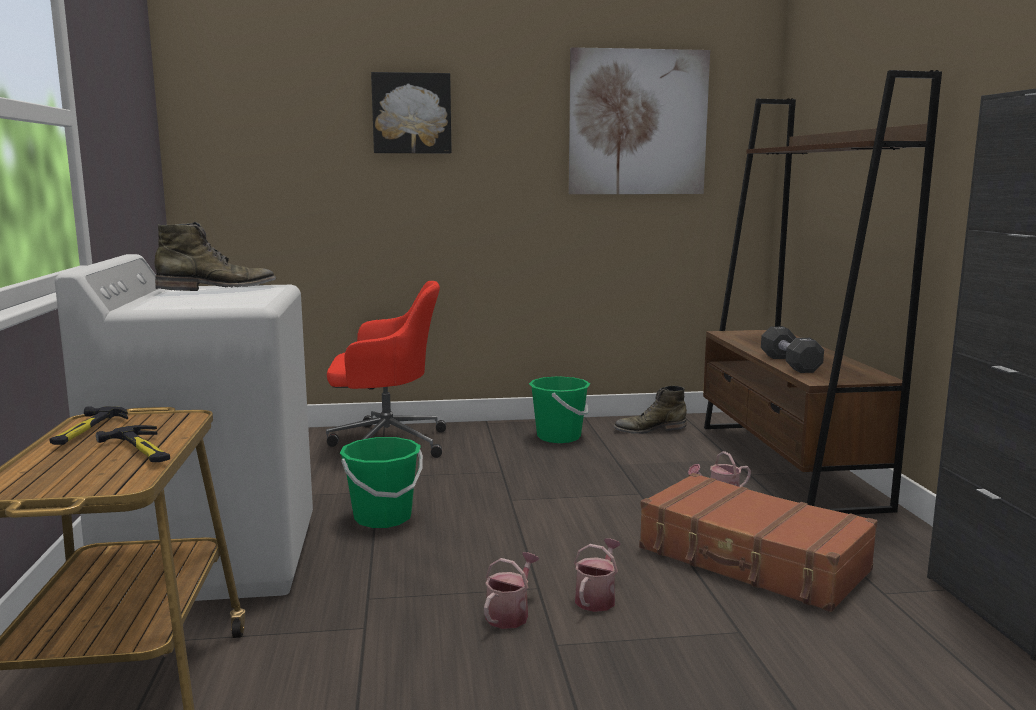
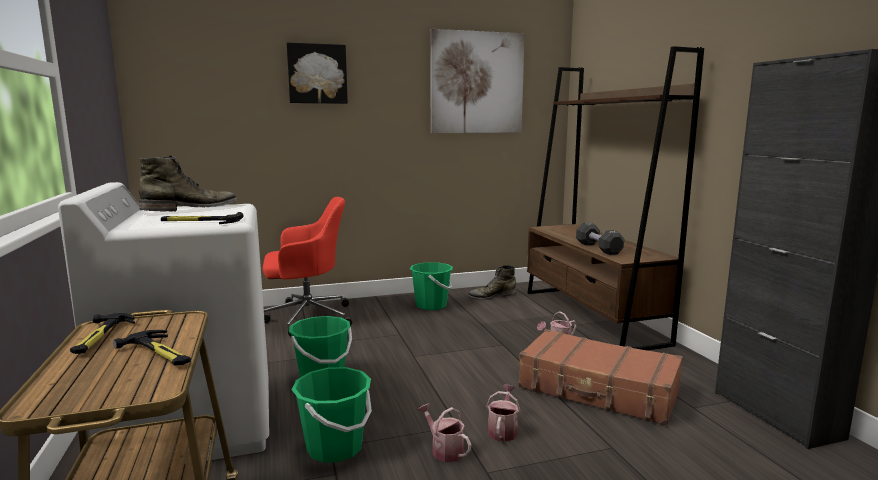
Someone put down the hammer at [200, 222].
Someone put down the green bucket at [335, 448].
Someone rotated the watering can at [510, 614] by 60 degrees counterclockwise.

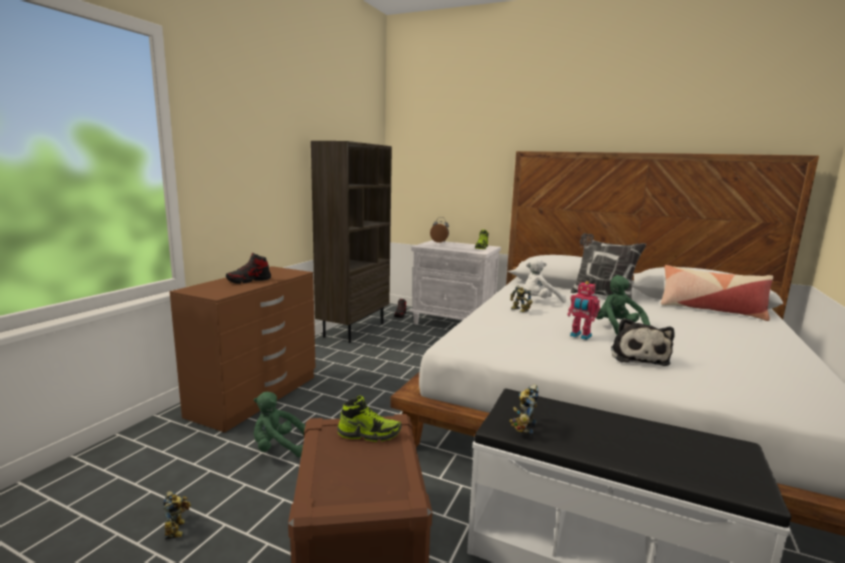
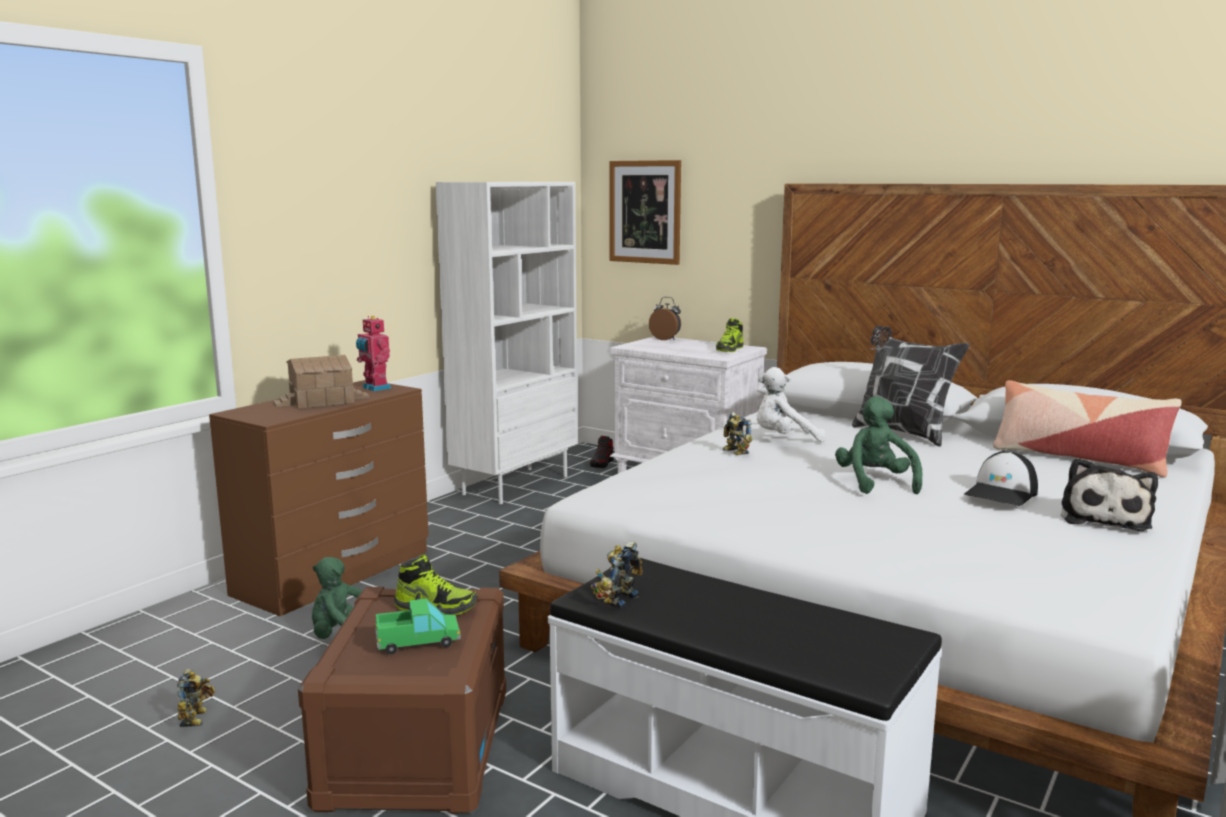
Someone swapped the shoe at [249, 280] for the toy house at [322, 401].
Someone carried the toy robot from [580, 336] to [375, 388].
Someone put down the toy truck at [418, 641].
Someone repainted the brown bookcase at [354, 329], which became the white bookcase at [515, 484].
Someone put up the picture at [645, 212].
Someone put down the cap at [1002, 493].
Someone carried the plush toy from [638, 356] to [1104, 518].

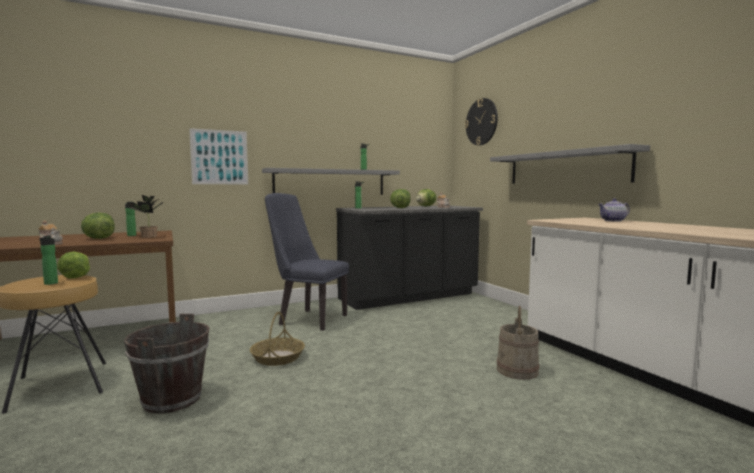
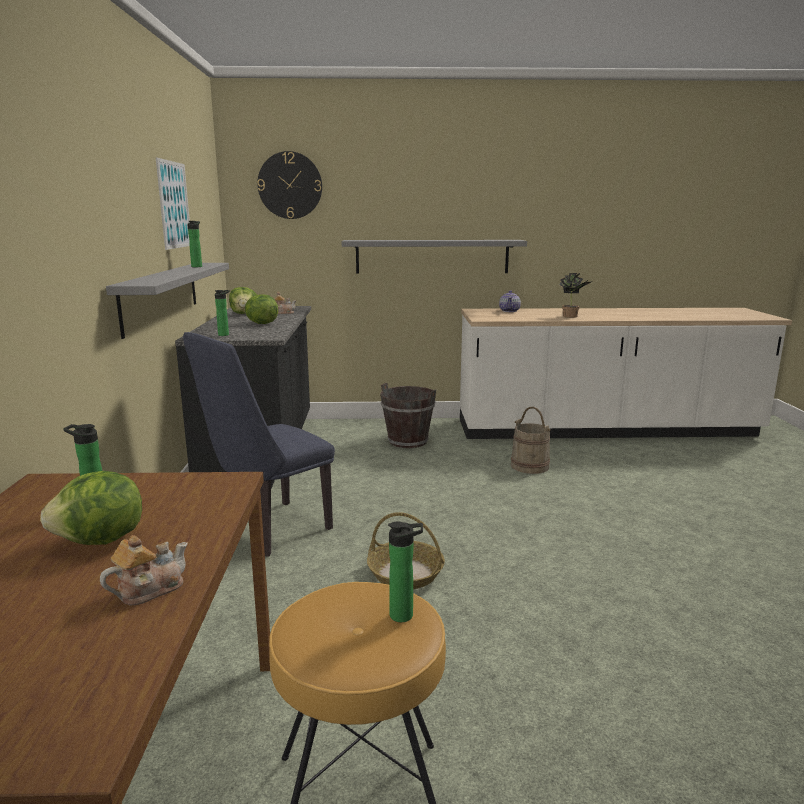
Someone carried the picture from [219, 157] to [174, 205].
Someone carried the brown bucket from [172, 400] to [408, 441].
Someone carried the potted plant from [147, 237] to [572, 316].
Someone took away the lettuce at [76, 276].

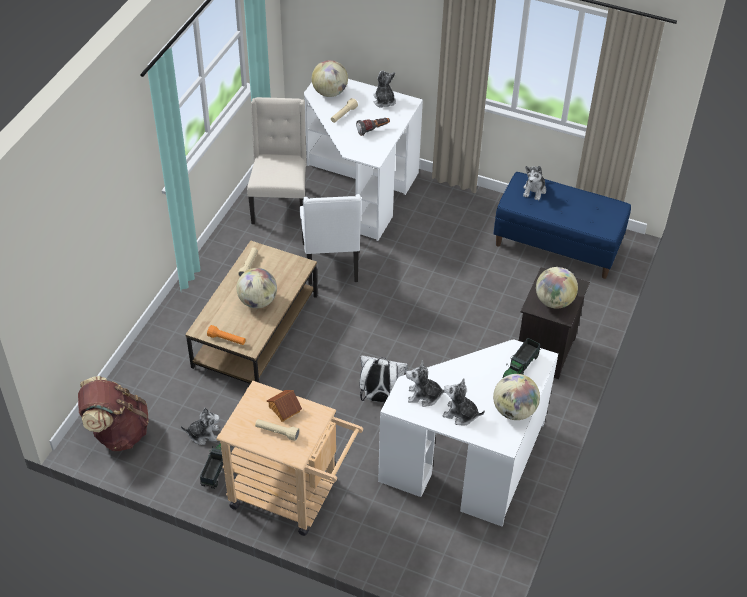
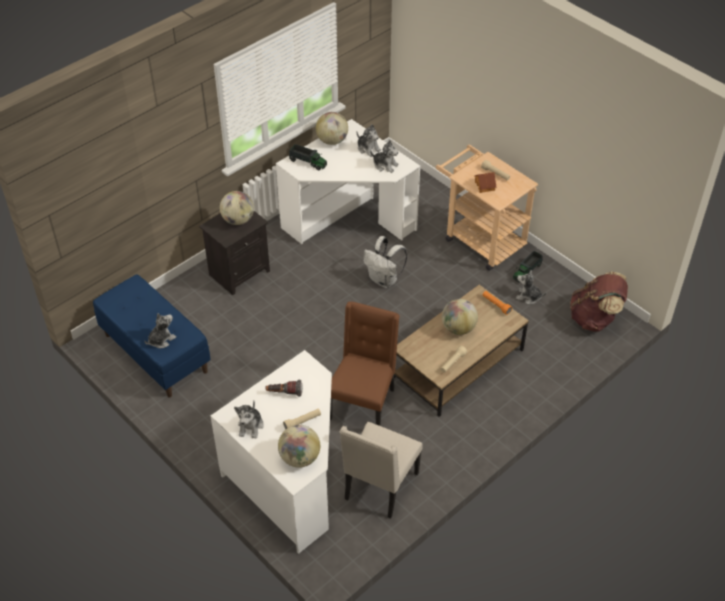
Someone rotated the toy truck at [520, 367] by 60 degrees clockwise.
Someone repainted the white chair at [331, 263], which became the brown chair at [363, 403].

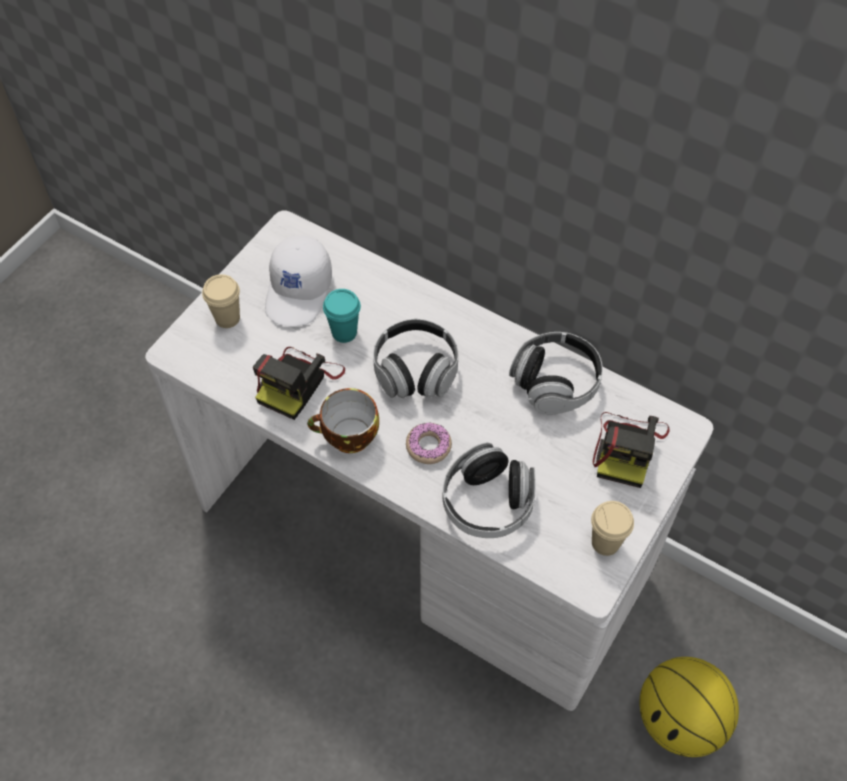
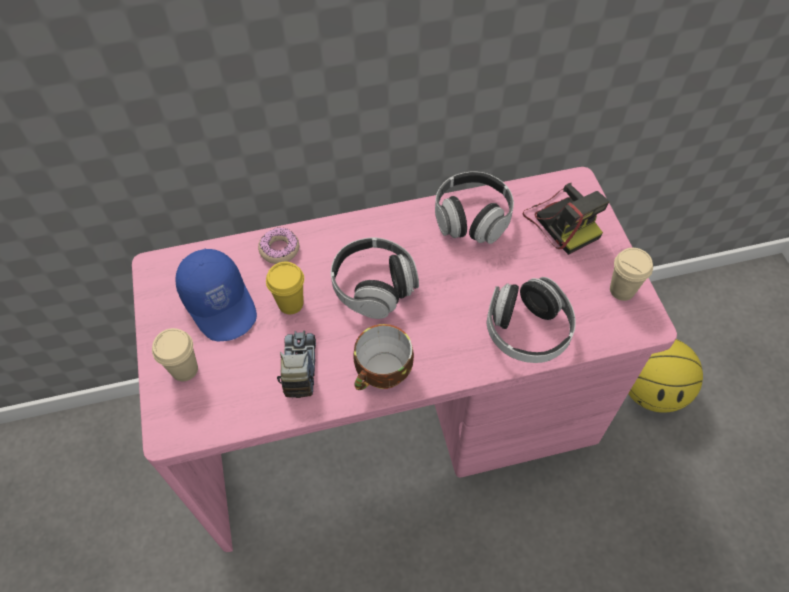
Someone repainted the white desk at [424, 533], which became the pink desk at [396, 421].
Someone repainted the white cap at [299, 292], which became the blue cap at [221, 303].
Someone carried the donut from [428, 446] to [279, 249].
Someone repainted the turquoise cup at [344, 332], which became the yellow cup at [291, 304].
Someone swapped the photo camera at [298, 382] for the toy truck at [299, 368].

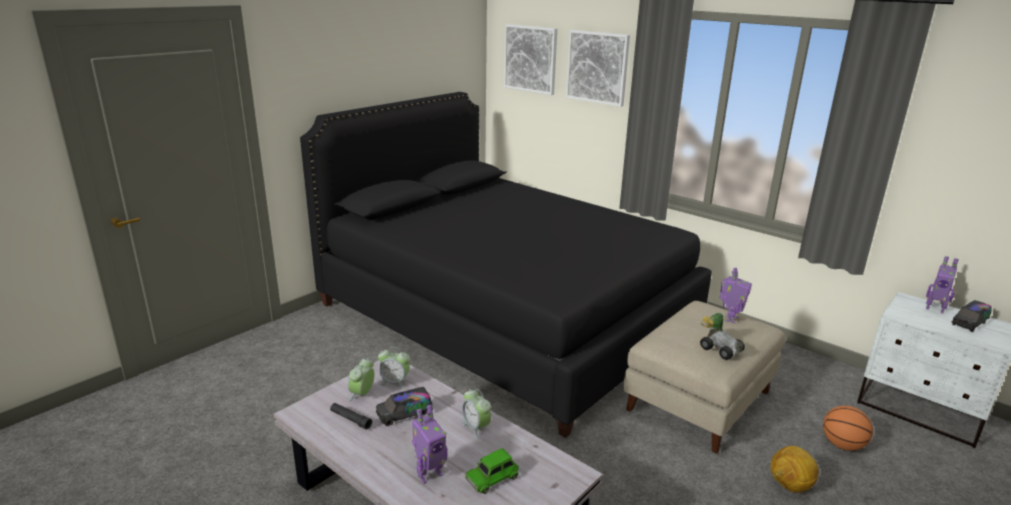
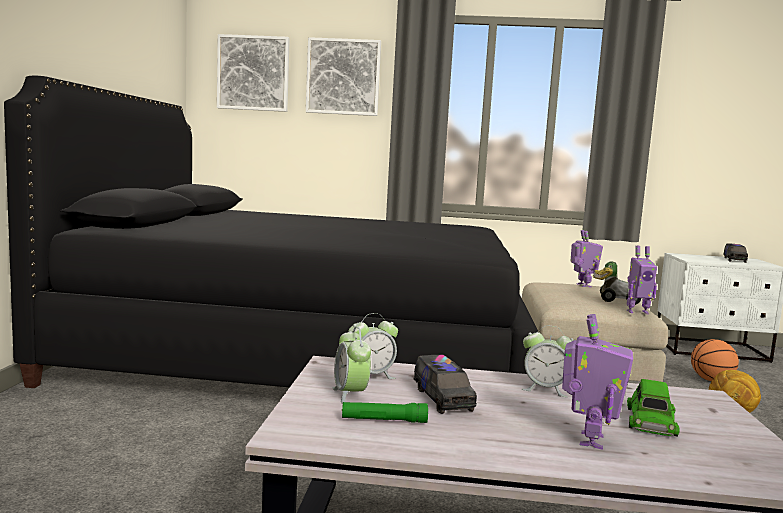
Someone repainted the black flashlight at [350, 419], which became the green flashlight at [384, 420].
Someone rotated the toy truck at [404, 414] by 45 degrees counterclockwise.
Someone carried the toy robot from [935, 309] to [637, 312].

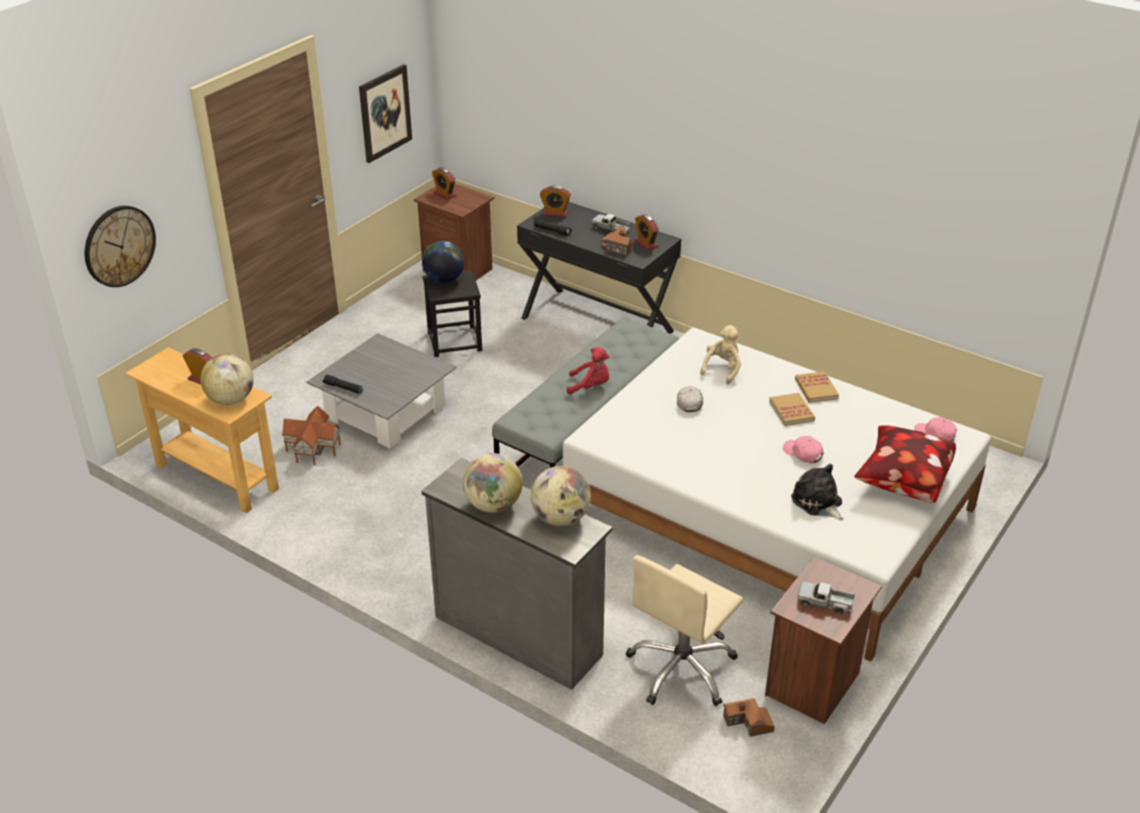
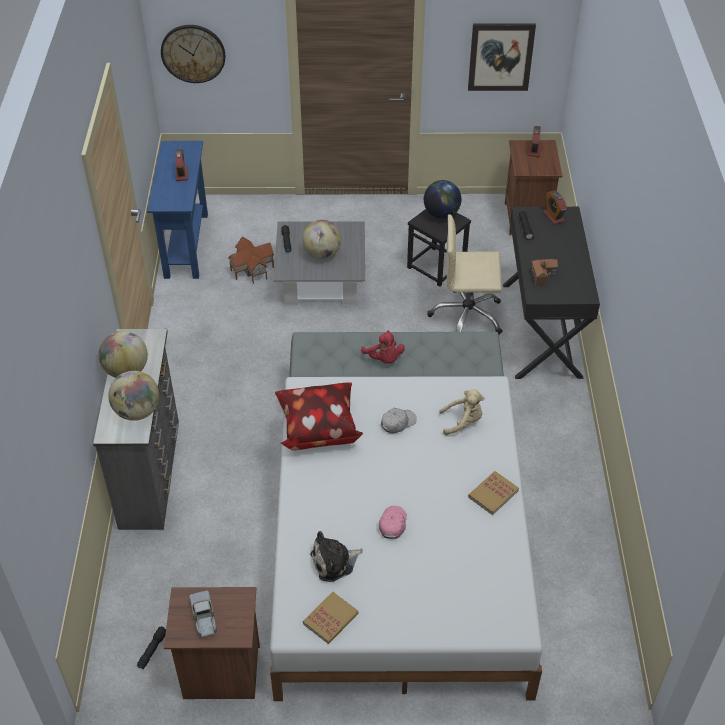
Someone swapped the toy house at [748, 723] for the black flashlight at [152, 649].
Someone repainted the beige console table at [216, 477], which became the blue console table at [186, 245].
Someone carried the pillow from [901, 483] to [317, 429].
Someone carried the globe from [231, 399] to [322, 254].
Someone carried the book from [791, 411] to [330, 619].
Someone rotated the plush toy at [818, 502] by 135 degrees counterclockwise.
Someone carried the beige office chair from [682, 669] to [467, 317].
Someone took away the toy truck at [611, 229].
Someone took away the alarm clock at [646, 243].
Someone took away the pink cap at [935, 435].

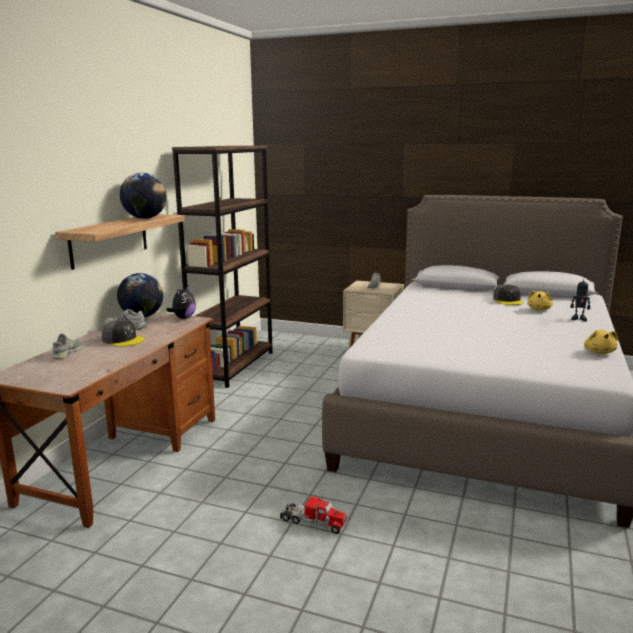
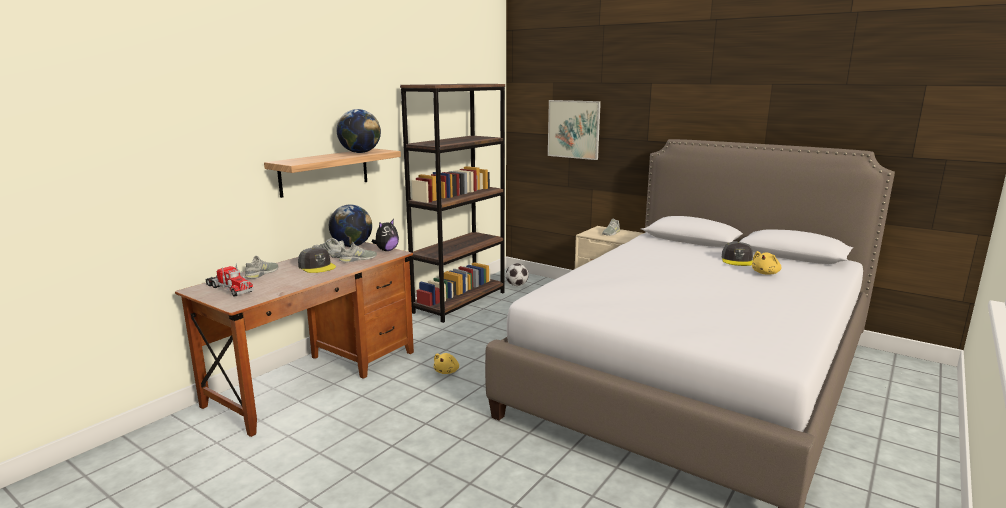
Someone carried the toy truck from [313, 522] to [229, 289].
Someone put down the grey shoe at [358, 259].
Someone carried the yellow plush toy from [599, 352] to [447, 371].
Someone put down the football at [516, 285].
Someone put up the picture at [573, 129].
Someone took away the toy robot at [578, 319].

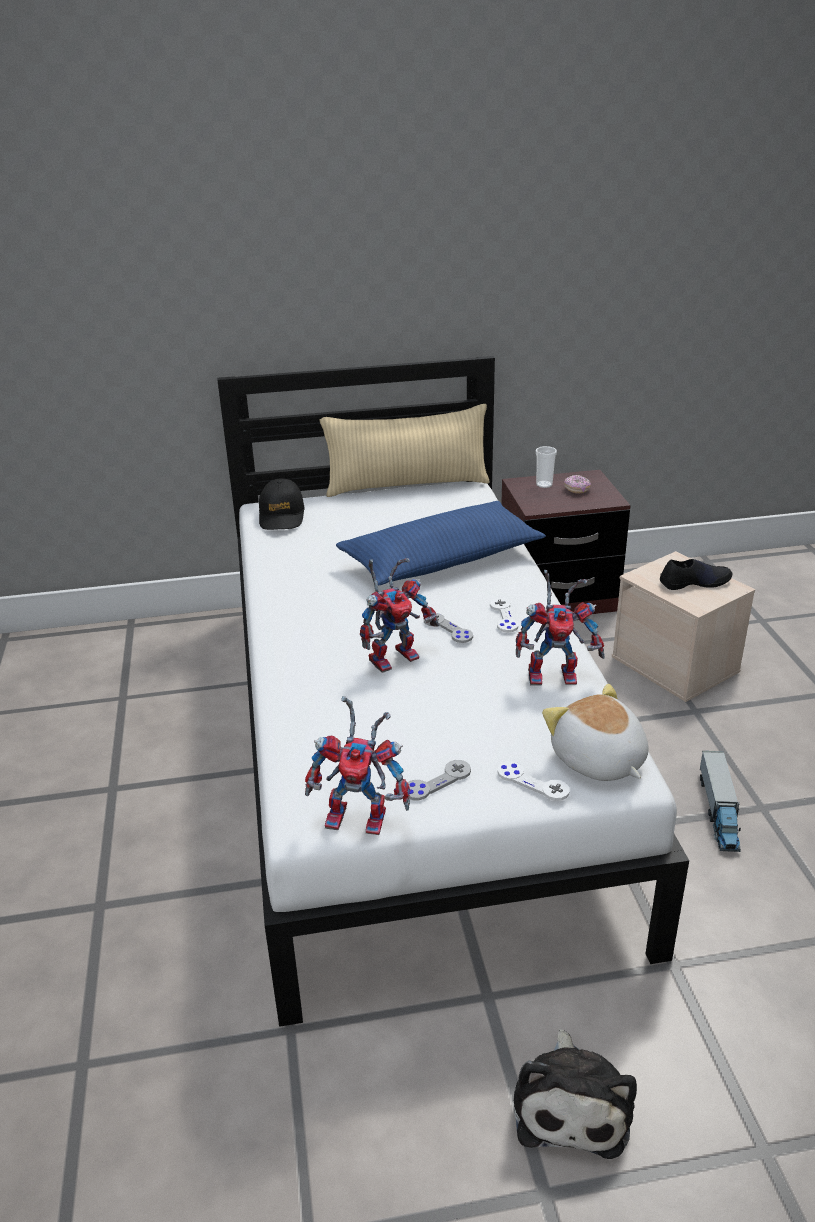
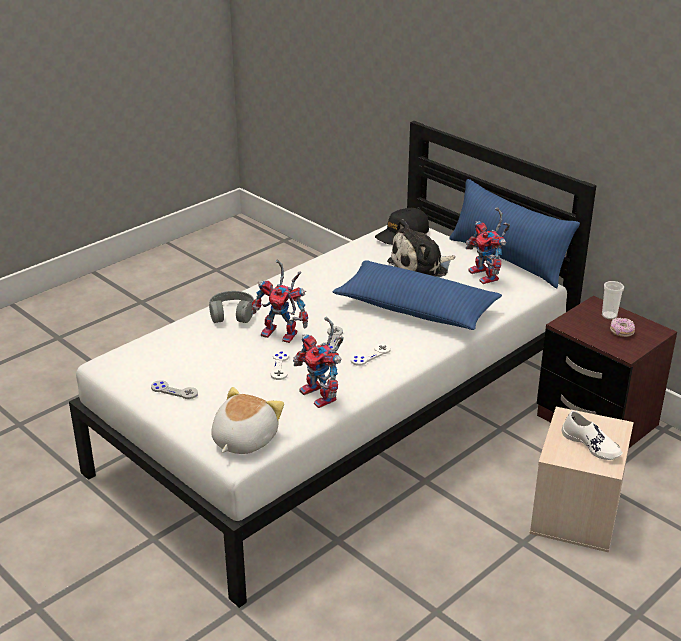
Someone put down the grey headphones at [232, 313].
Someone carried the white game controller from [532, 782] to [280, 366].
Someone carried the plush toy from [571, 1103] to [421, 267].
Someone repainted the beige pillow at [407, 485], which became the blue pillow at [508, 259].
Someone carried the toy robot from [363, 817] to [487, 276].
Someone repainted the black shoe at [694, 582], which became the white shoe at [591, 445].
Someone took away the toy truck at [718, 811].

